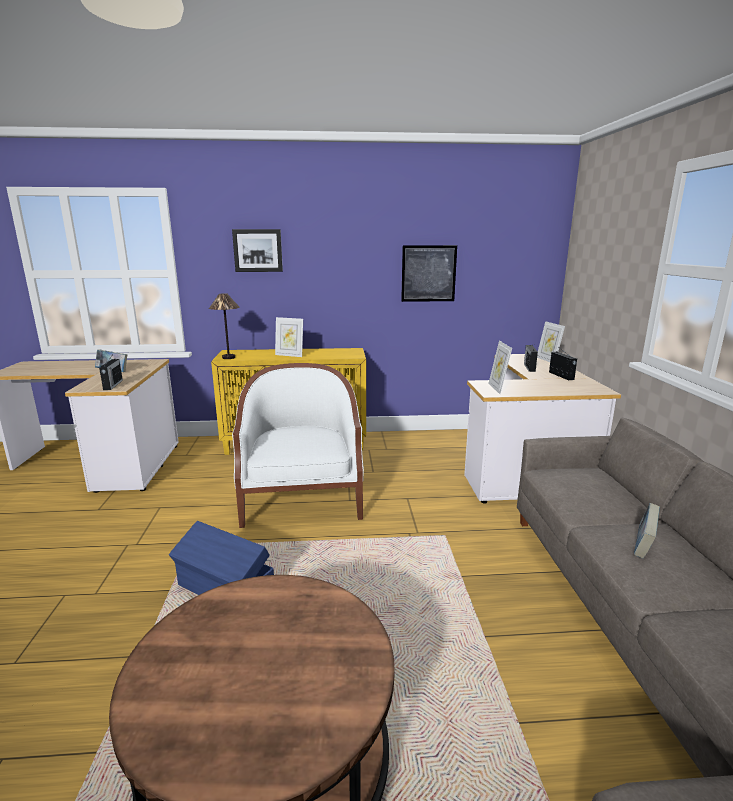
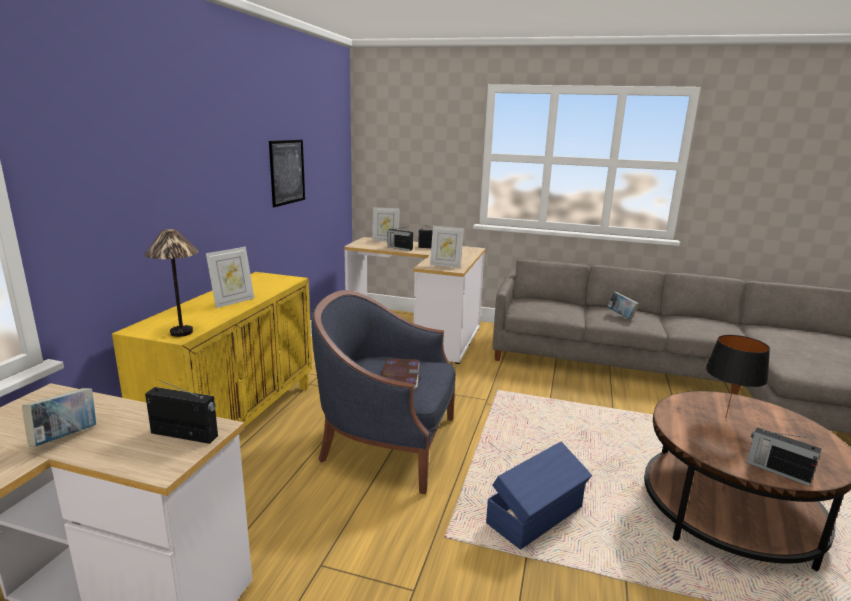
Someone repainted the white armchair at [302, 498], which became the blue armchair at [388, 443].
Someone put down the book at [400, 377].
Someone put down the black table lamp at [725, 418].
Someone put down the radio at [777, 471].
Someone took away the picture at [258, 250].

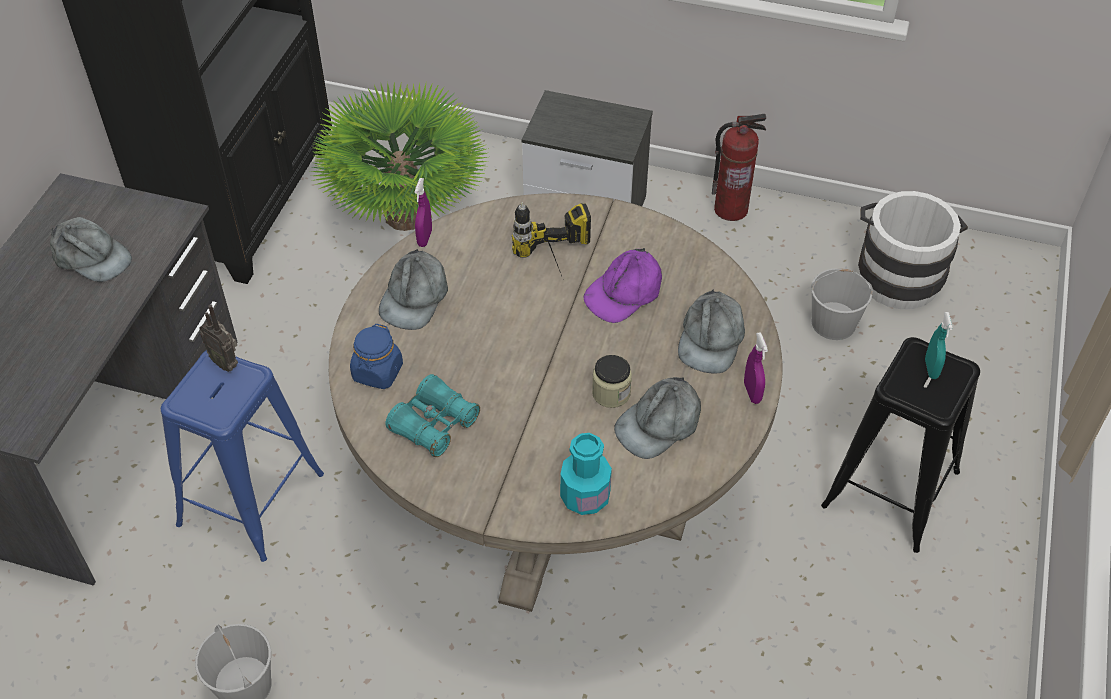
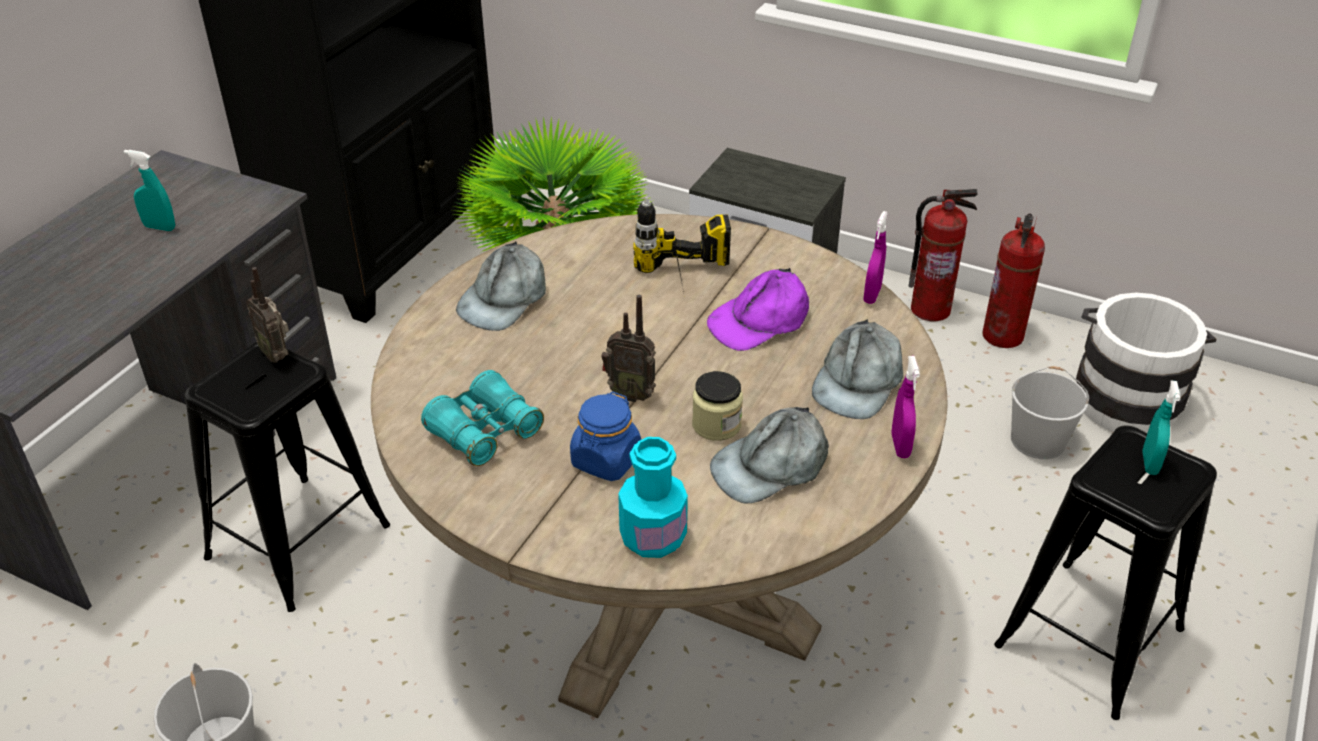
Someone swapped the grey cap at [91, 257] for the turquoise spray bottle at [160, 227].
Someone repainted the blue stool at [251, 499], which became the black stool at [298, 541].
Someone carried the blue jar from [377, 372] to [606, 460].
Someone put down the radio at [630, 393].
Someone carried the purple spray bottle from [425, 238] to [872, 295].
Someone put down the fire extinguisher at [1003, 336].

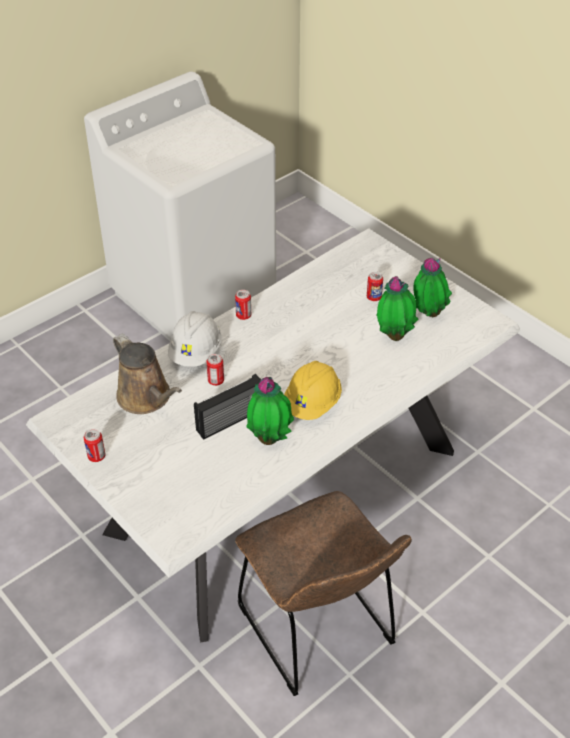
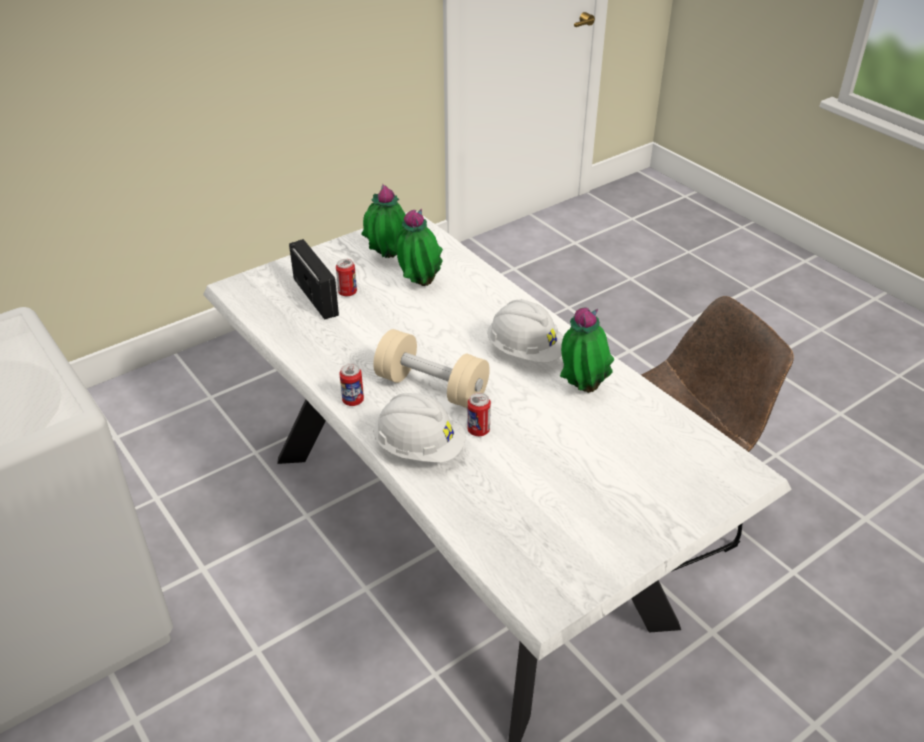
Someone carried the radio from [231, 421] to [317, 296].
Someone put down the beige dumbbell at [431, 387].
Someone repainted the yellow hard hat at [312, 404], which became the white hard hat at [526, 352].
Someone took away the can at [96, 456].
Someone took away the brown watering can at [147, 398].

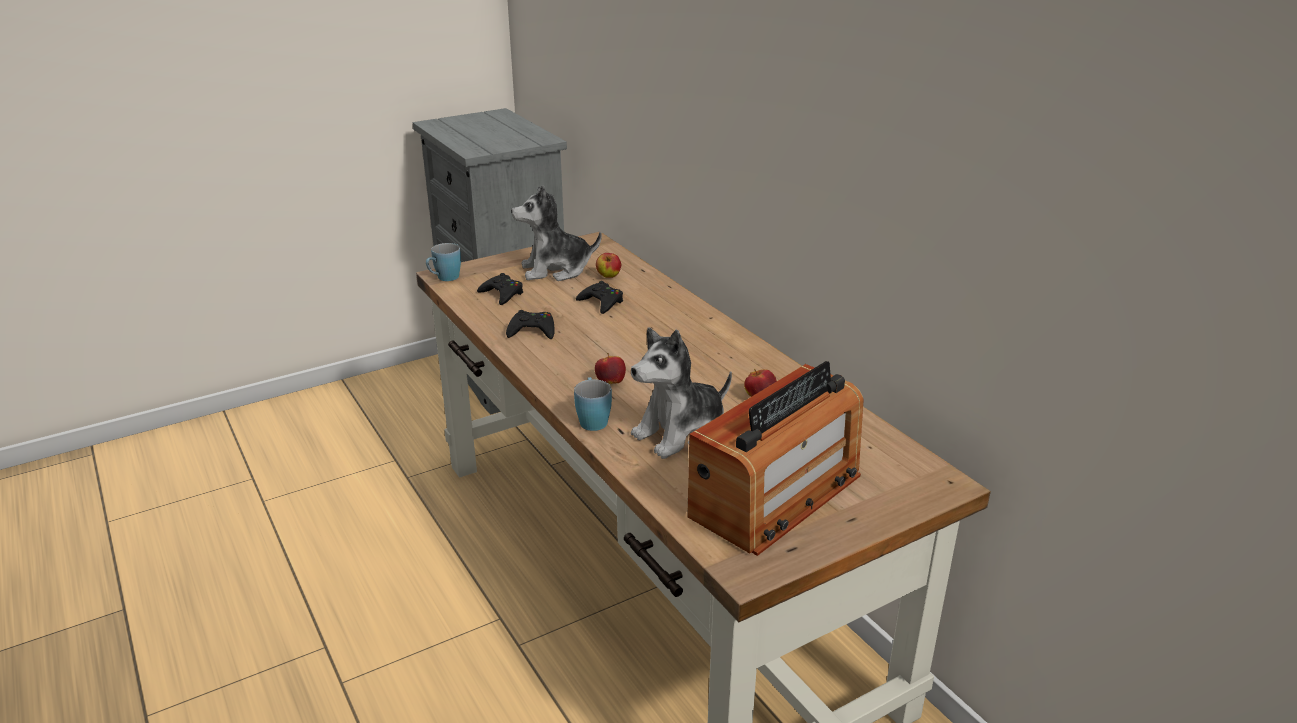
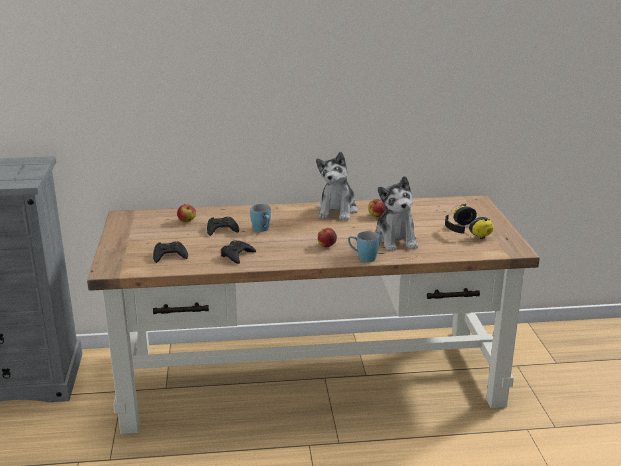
Someone carried the blue mug from [444, 278] to [262, 230].
Someone carried the plush toy from [556, 270] to [337, 211].
Someone swapped the radio at [776, 495] for the headphones at [464, 232].

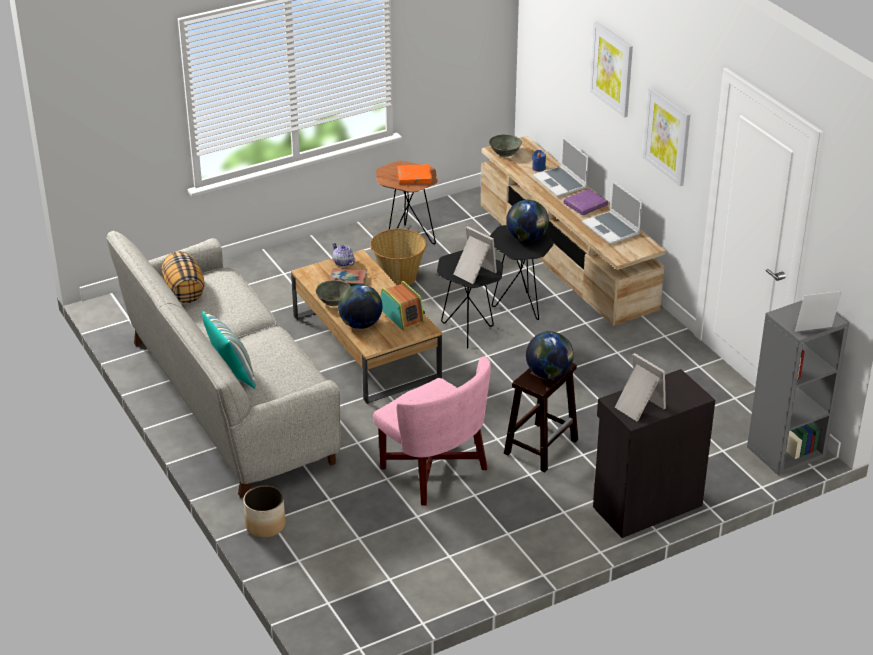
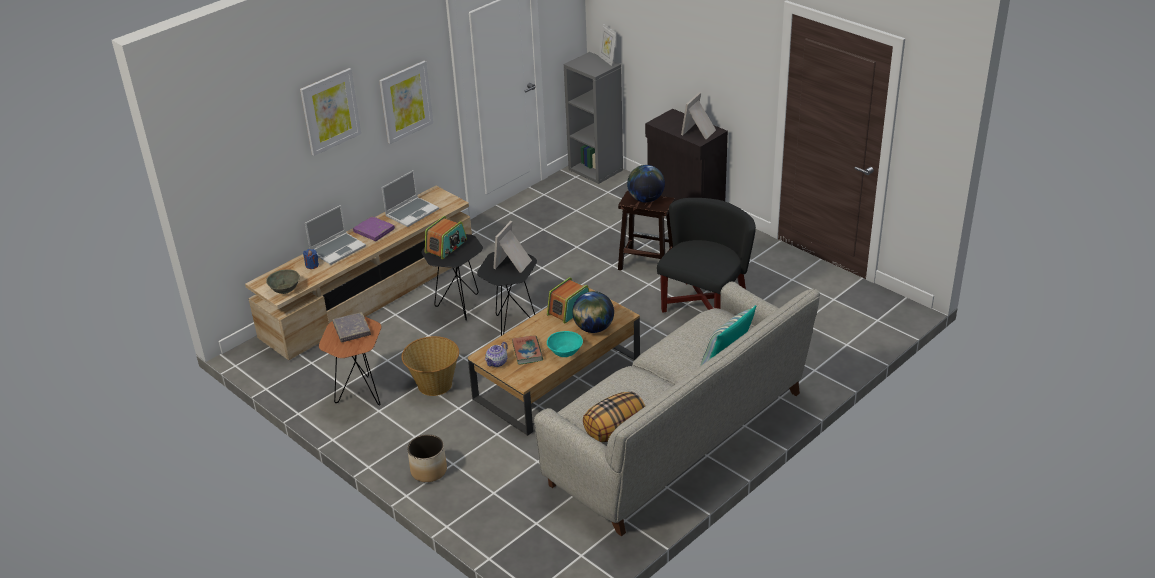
Someone repainted the orange book at [414, 177], which became the grey book at [352, 329].
Someone carried the planter from [265, 525] to [429, 471].
Someone swapped the globe at [527, 238] for the radio at [446, 247].
Someone repainted the grey bowl at [334, 301], which became the turquoise bowl at [565, 351].
Someone repainted the pink armchair at [433, 470], which became the black armchair at [704, 305].

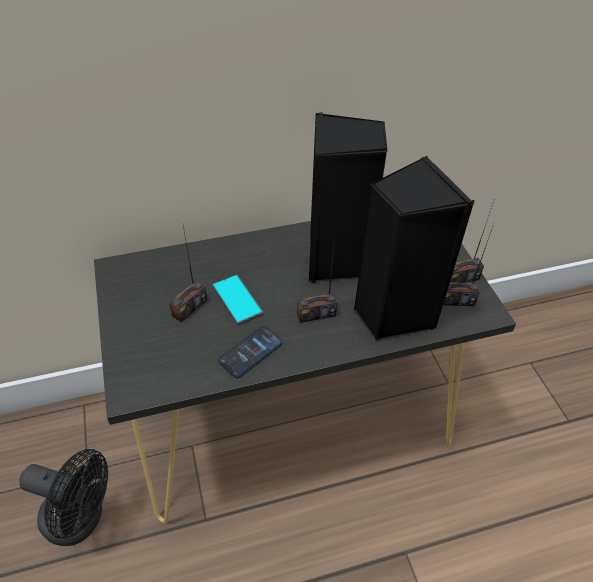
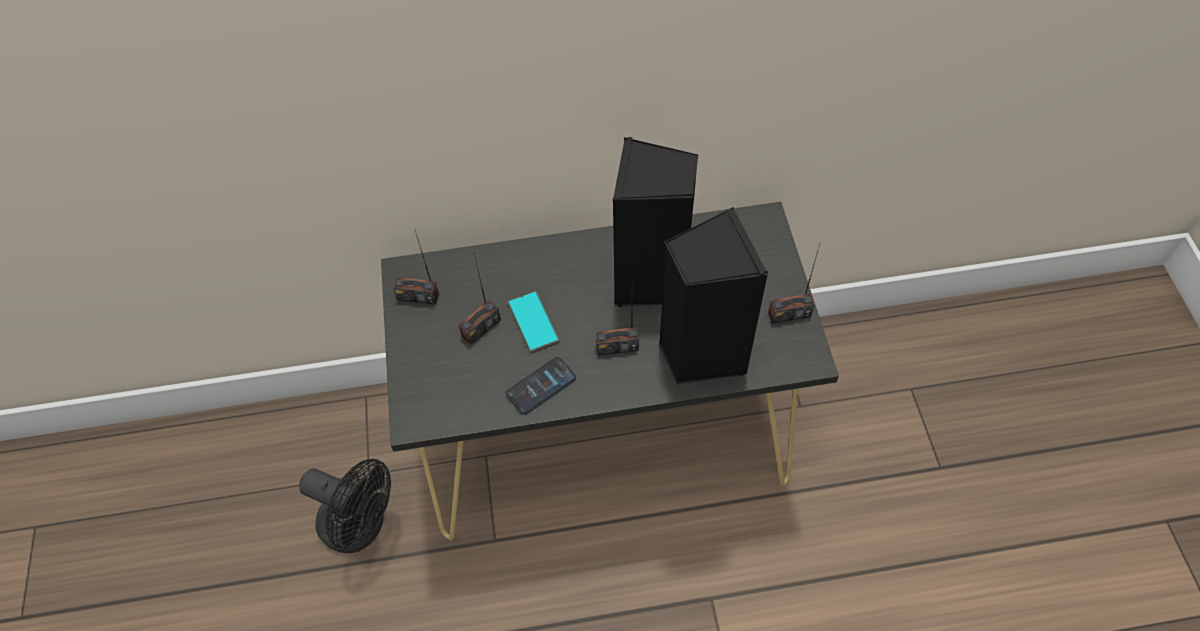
Someone carried the radio from [455, 300] to [418, 296].

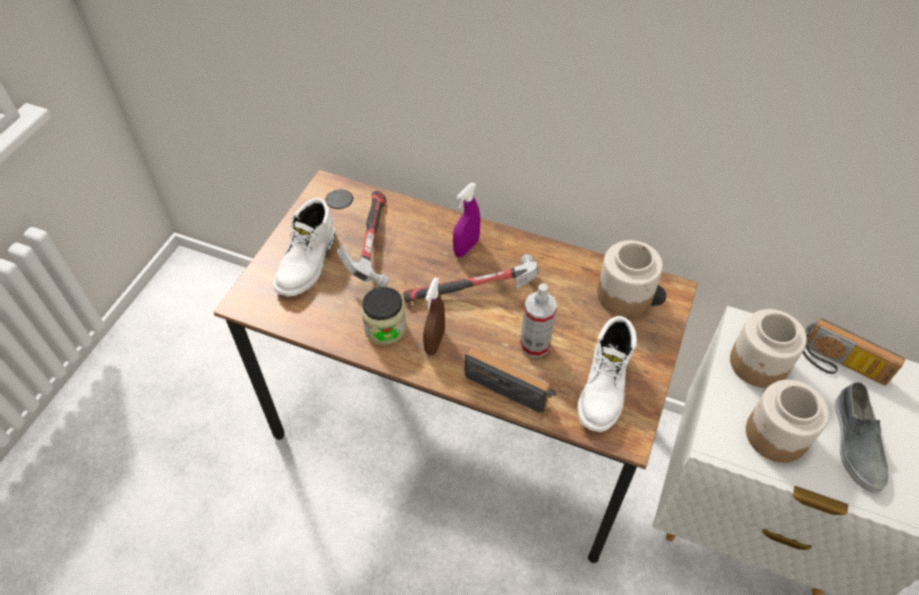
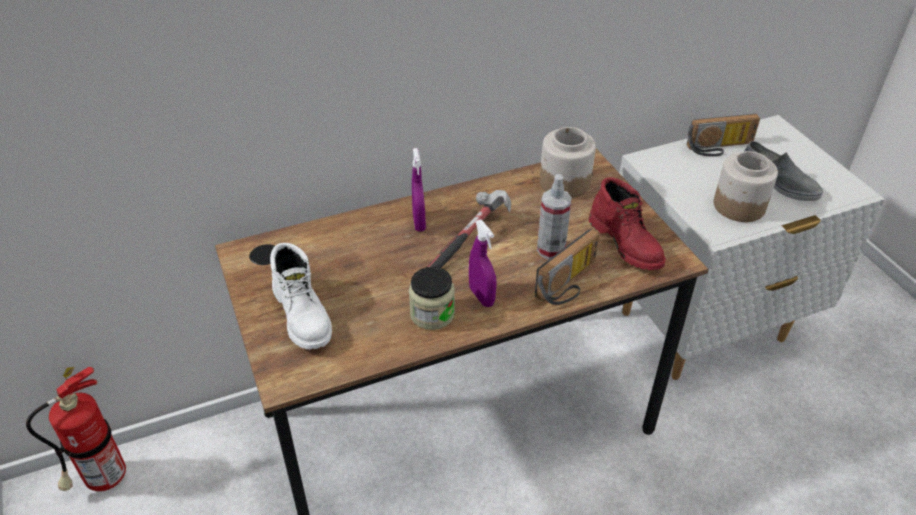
Someone put down the fire extinguisher at [102, 481].
Someone repainted the brown spray bottle at [434, 342], which became the purple spray bottle at [481, 296].
Someone rotated the radio at [512, 385] by 150 degrees clockwise.
Someone repainted the white boot at [604, 387], which became the red boot at [626, 243].
Someone took away the hammer at [371, 248].
Someone took away the jar at [758, 364].

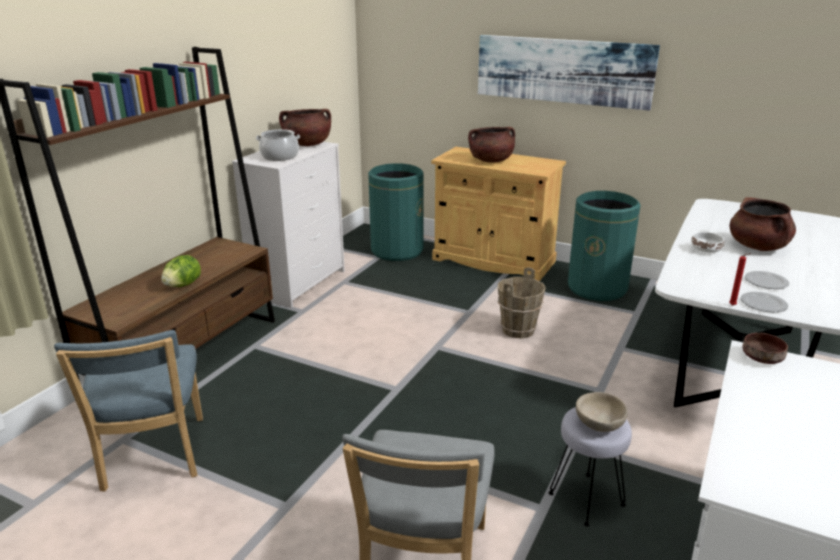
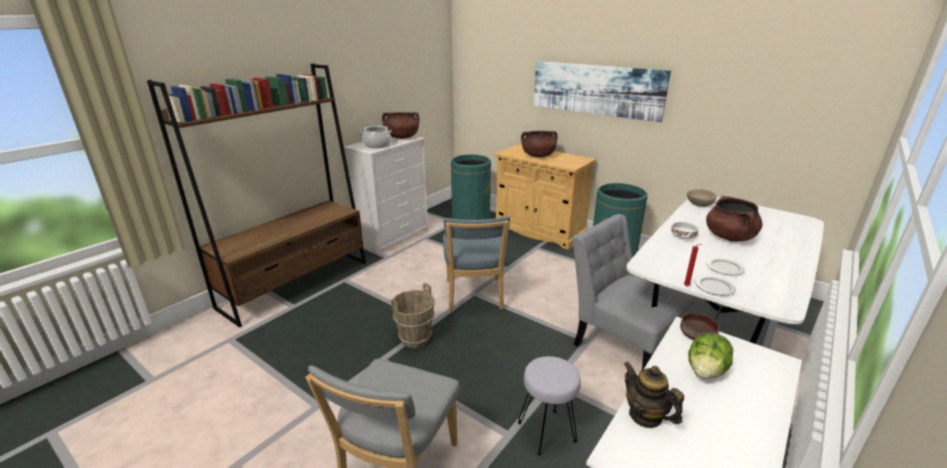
Someone carried the brown bucket from [518, 330] to [415, 338].
Someone carried the blue chair from [153, 457] to [474, 297].
Someone put down the grey chair at [622, 343].
Someone put down the teapot at [645, 416].
Someone carried the beige bowl from [598, 424] to [699, 205].
Someone carried the lettuce from [183, 285] to [705, 371].

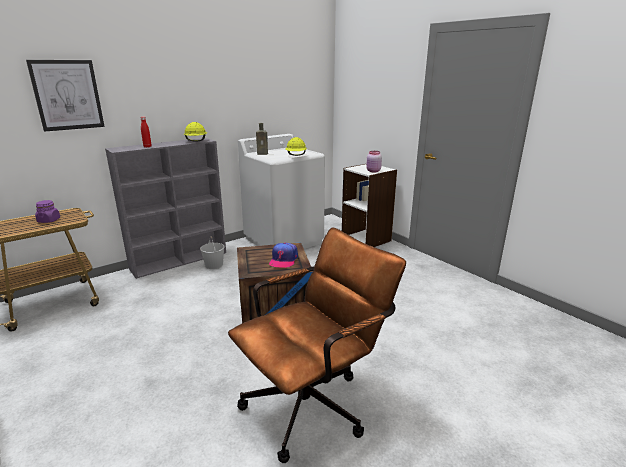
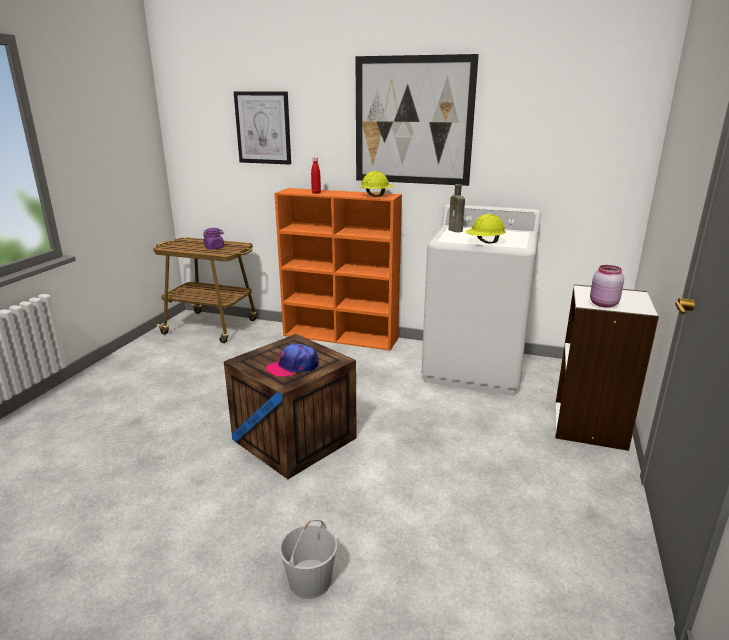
Someone repainted the grey bookcase at [180, 260], which became the orange bookcase at [341, 337].
Someone carried the white bucket from [214, 265] to [310, 581].
Someone put up the picture at [413, 121].
Someone took away the brown office chair at [314, 402].

